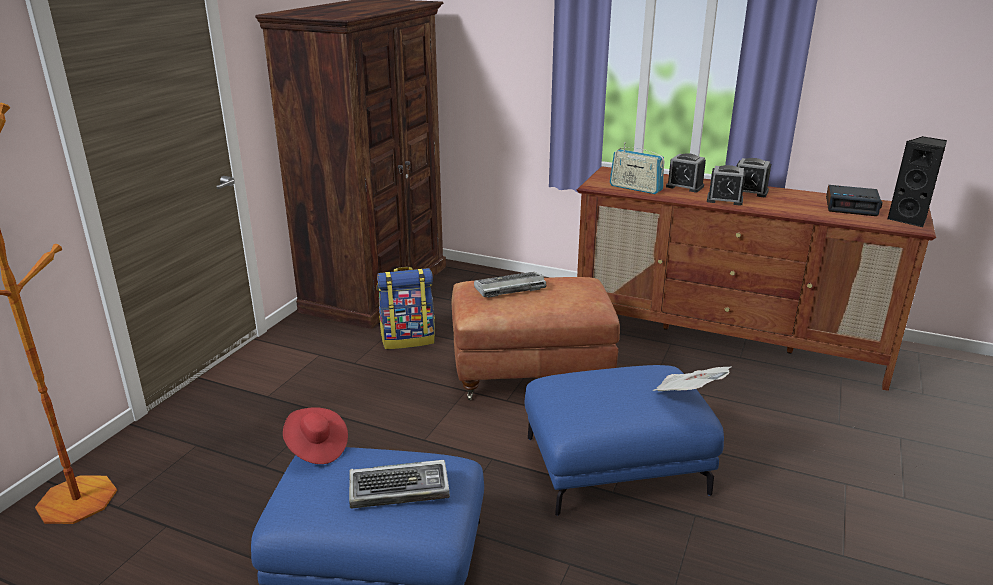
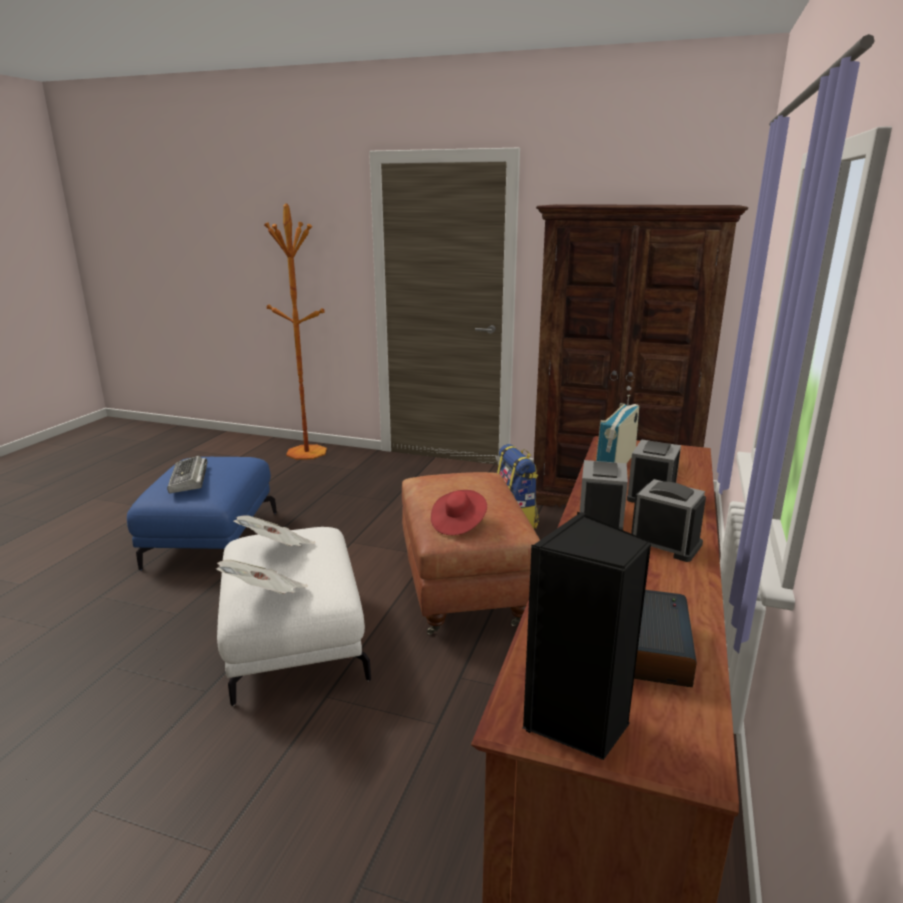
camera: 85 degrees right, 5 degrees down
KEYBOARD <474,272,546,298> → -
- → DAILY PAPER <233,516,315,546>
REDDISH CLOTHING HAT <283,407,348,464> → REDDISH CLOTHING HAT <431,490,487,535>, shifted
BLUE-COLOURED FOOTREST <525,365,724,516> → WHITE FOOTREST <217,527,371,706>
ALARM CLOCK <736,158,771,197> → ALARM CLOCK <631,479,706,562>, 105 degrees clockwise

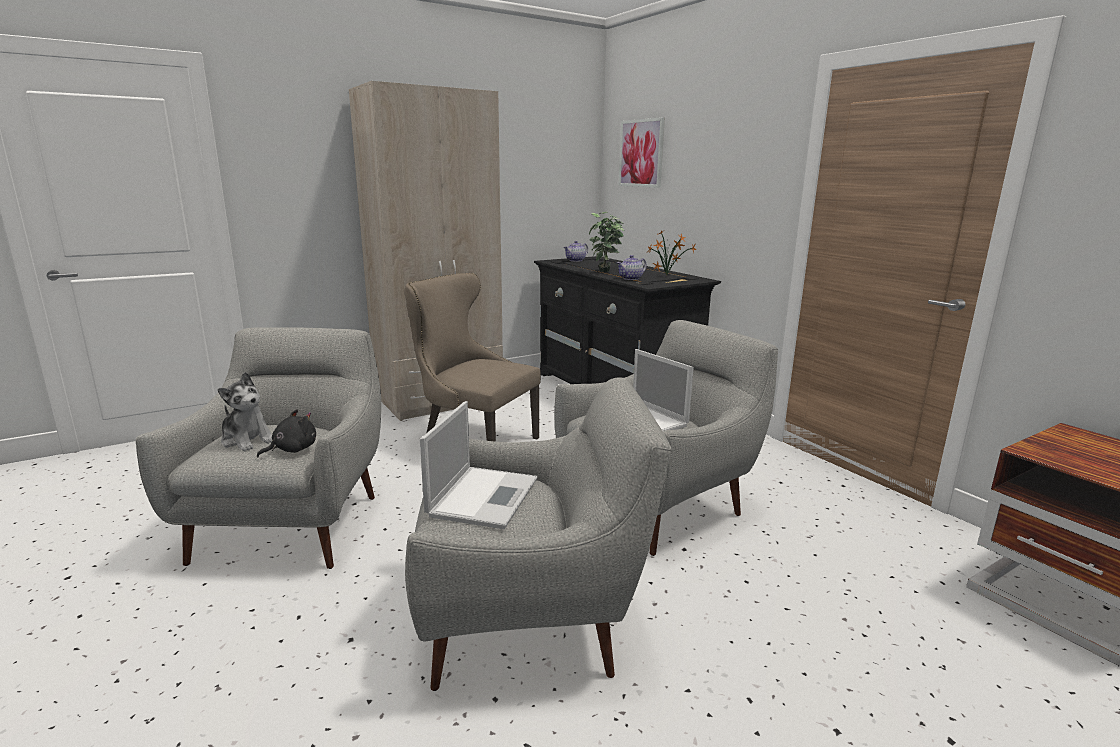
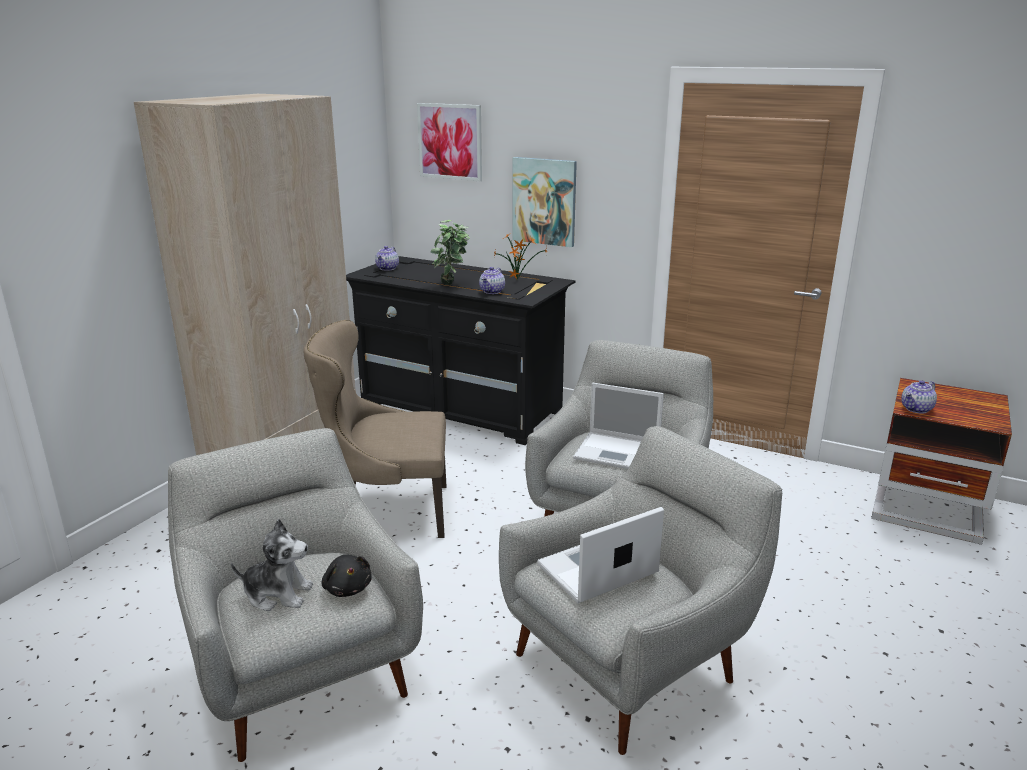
camera: 30 degrees left, 5 degrees up
- → PICTURE <513,157,577,247>
- → POT FOR TEA <901,380,937,413>
BLACK-COLOURED SOFT TOY <257,409,316,457> → BLACK-COLOURED SOFT TOY <322,555,372,597>, 135 degrees clockwise
PORTABLE COMPUTER <420,401,537,529> → PORTABLE COMPUTER <537,507,664,603>, 105 degrees counterclockwise

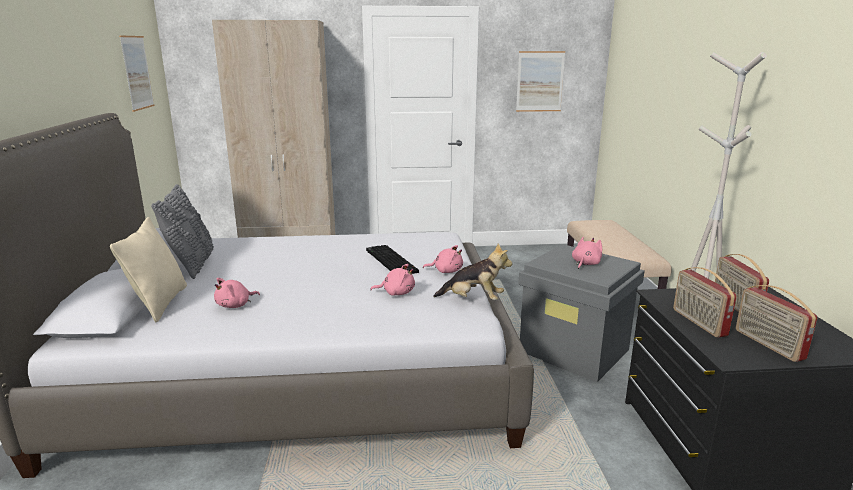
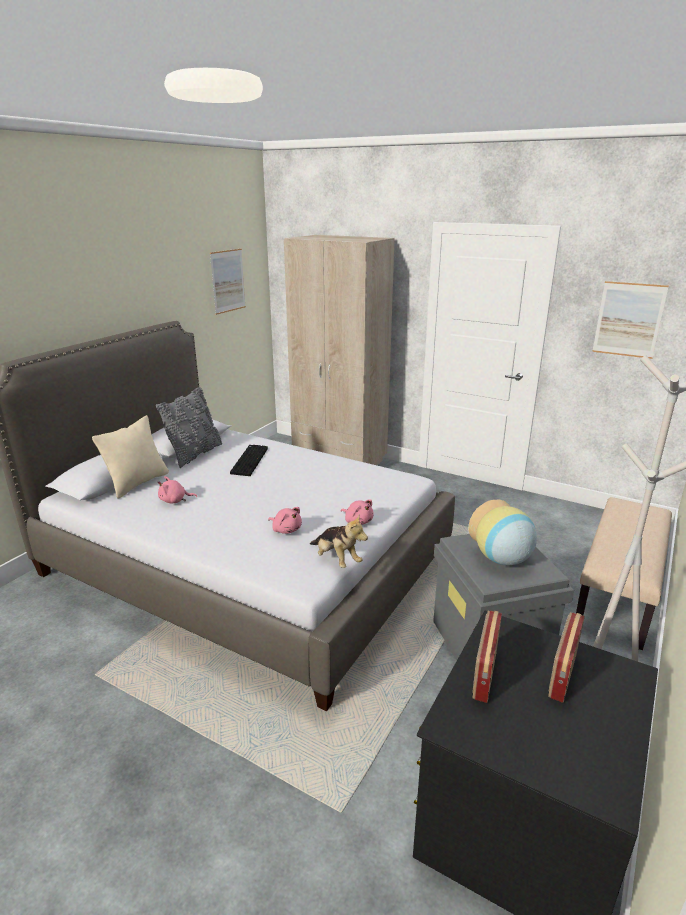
camera: 35 degrees right, 5 degrees up
RADIO SET <736,285,817,362> → -
KEYBOARD <366,245,419,274> → KEYBOARD <230,445,268,476>, shifted
PINKISH SOFT TOY <572,237,602,269> → FLOWER VASE <468,500,537,565>

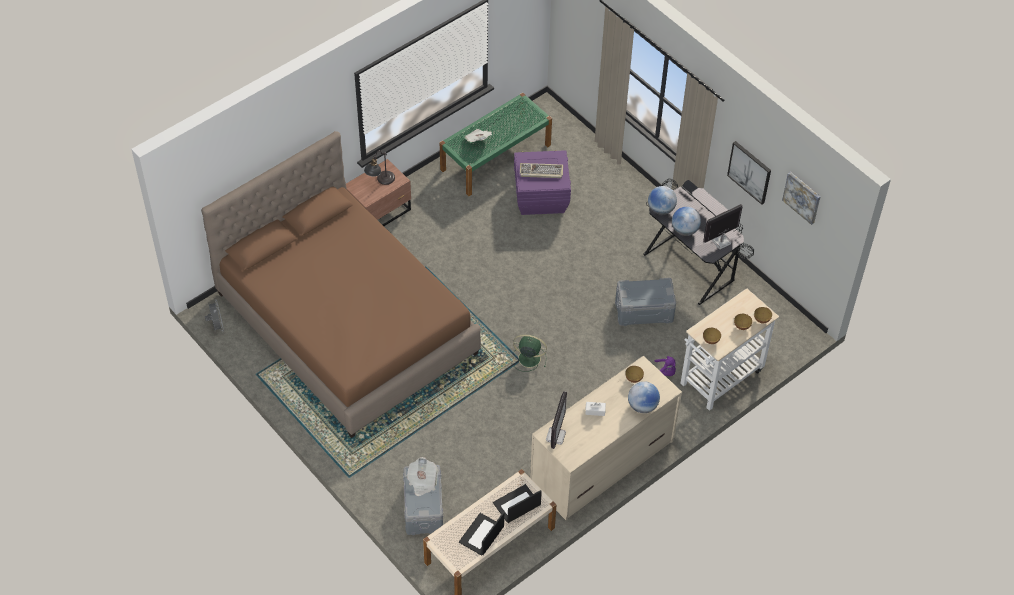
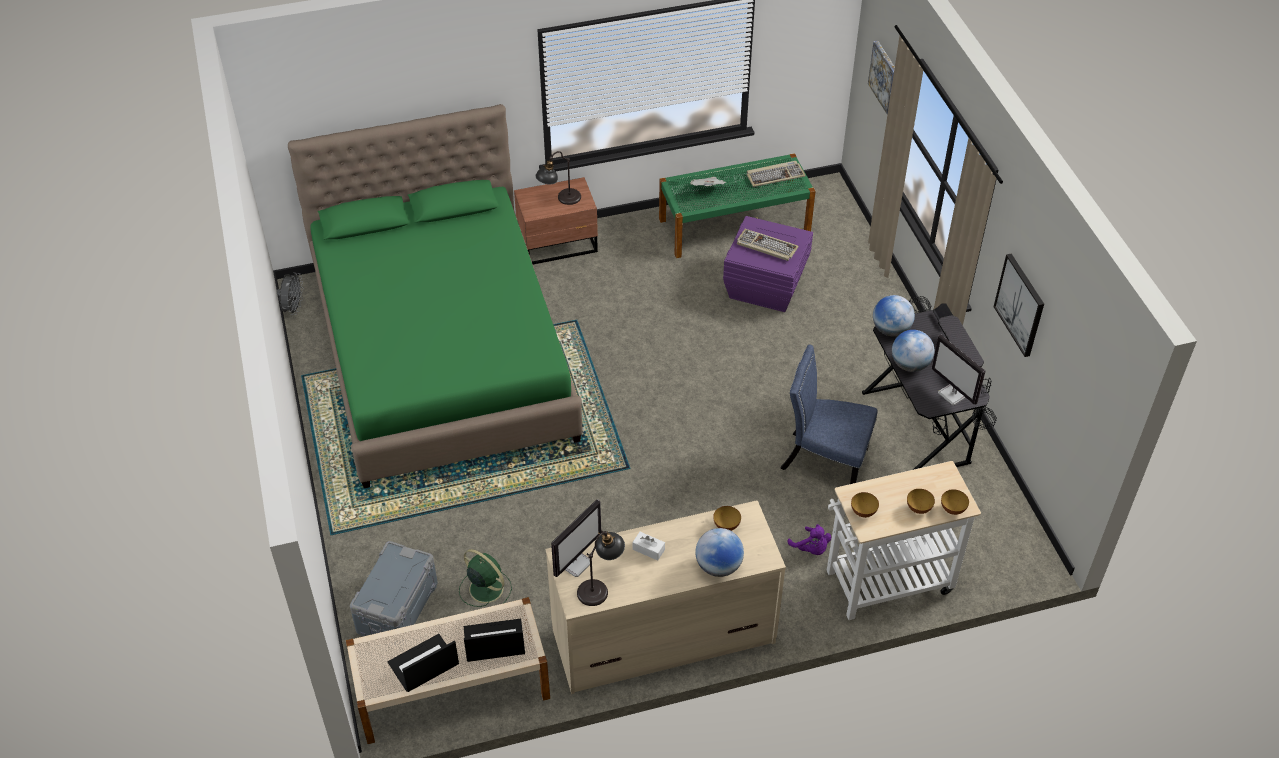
camera: 25 degrees right, 5 degrees down
DAILY PAPER <406,457,438,496> → -
- → GREYISH LAMP FOR A TABLE <577,530,625,606>
- → KEYBOARD <747,161,806,187>
GREENISH COOLING FAN <513,334,547,372> → GREENISH COOLING FAN <459,549,512,607>, shifted
PICTURE <782,172,821,225> → PICTURE <868,41,895,114>, shifted
GREYISH STORAGE BOX <615,278,676,326> → BLUE-COLOURED UPRIGHT CHAIR <780,345,878,484>
BROWN BED <201,131,481,438> → GREENISH BED <288,104,582,488>
MONITOR <703,204,743,249> → MONITOR <931,335,985,405>, 120 degrees counterclockwise

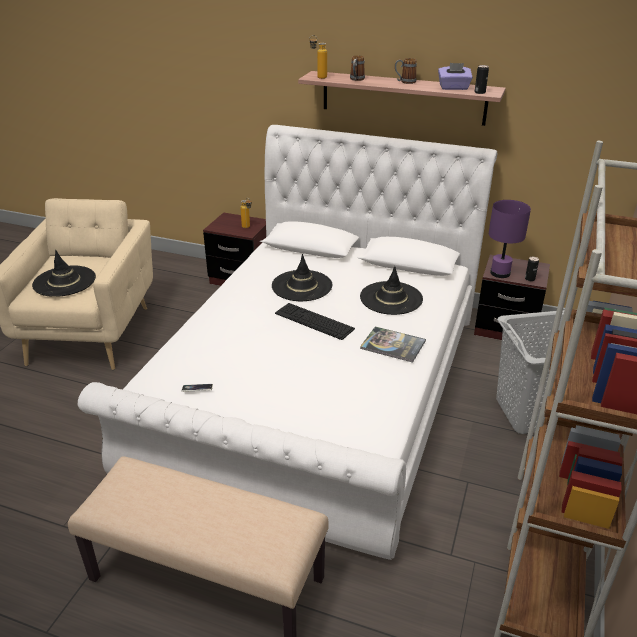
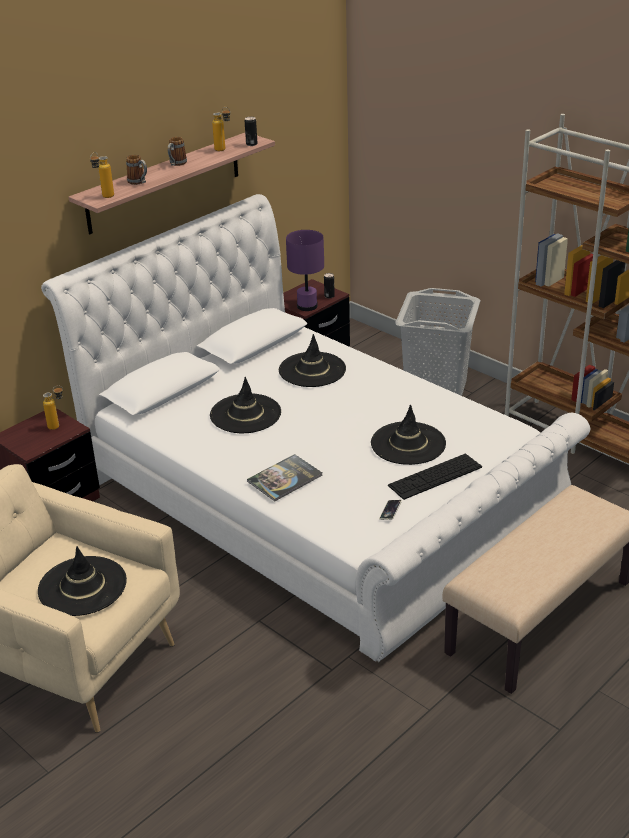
camera: 65 degrees left, 0 degrees up
- → BLACK-COLOURED CLOTHING HAT <371,404,446,465>
KEYBOARD <275,303,355,340> → KEYBOARD <388,454,482,500>, shifted
VOLUME <360,326,426,363> → VOLUME <247,454,323,501>, shifted
PURPLE-COLOURED BOX OF TISSUES <438,63,473,90> → BOTTLE <212,107,230,151>

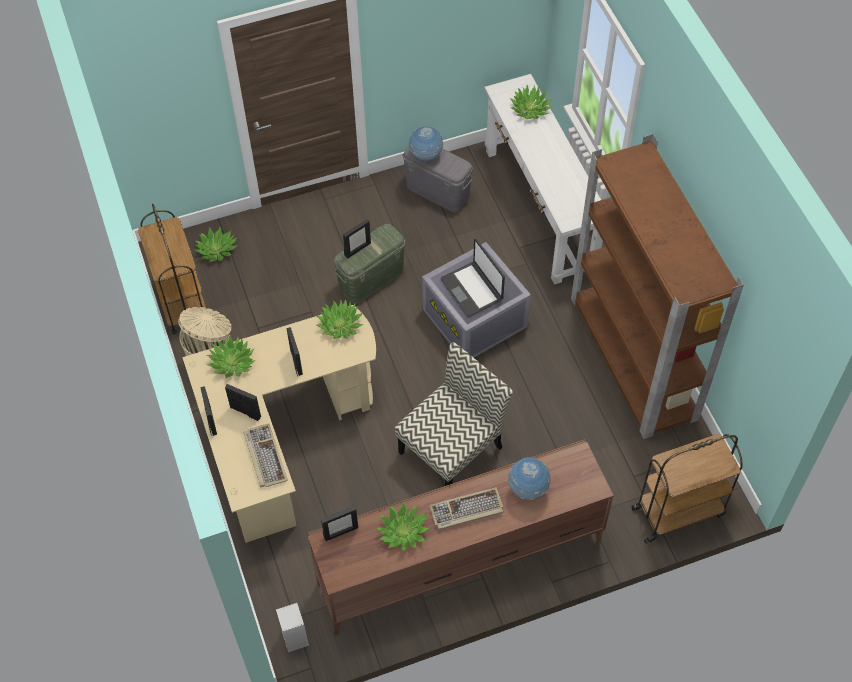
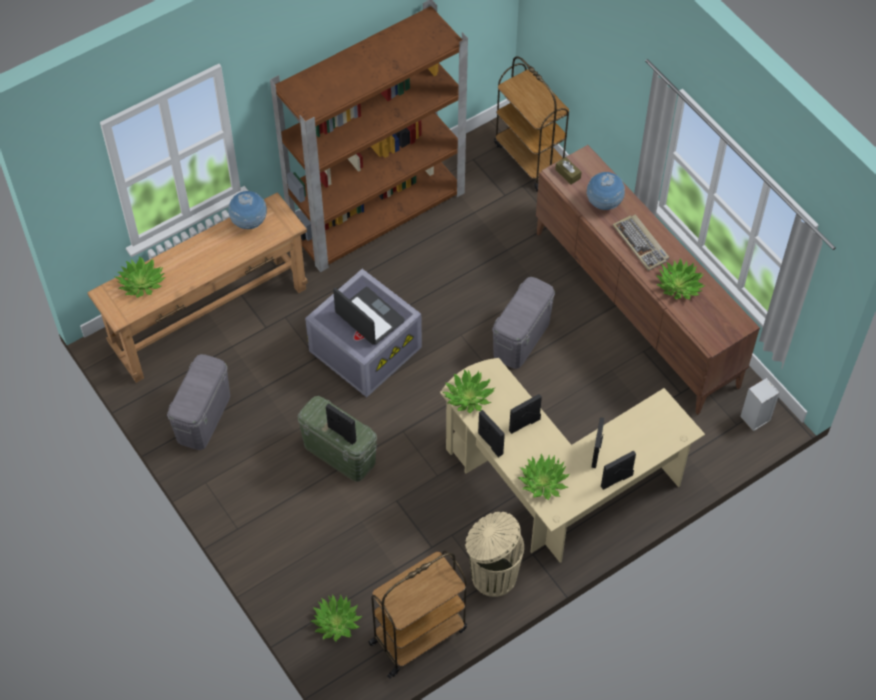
camera: 105 degrees left, 0 degrees up
KEYBOARD <243,424,288,487> → -
- → BROWN BOX OF TISSUES <555,157,582,185>
STANDING FRAME <321,506,358,541> → STANDING FRAME <478,410,505,458>, shifted
WORLD GLOBE <409,126,444,161> → WORLD GLOBE <229,191,267,229>, shifted
UPRIGHT CHAIR <395,342,513,486> → GREYISH STORAGE BOX <492,277,555,369>
WHITE HALL TABLE <484,74,603,285> → BROWN HALL TABLE <87,192,308,383>
PORTABLE COMPUTER <440,239,505,317> → PORTABLE COMPUTER <333,287,405,345>, 90 degrees counterclockwise

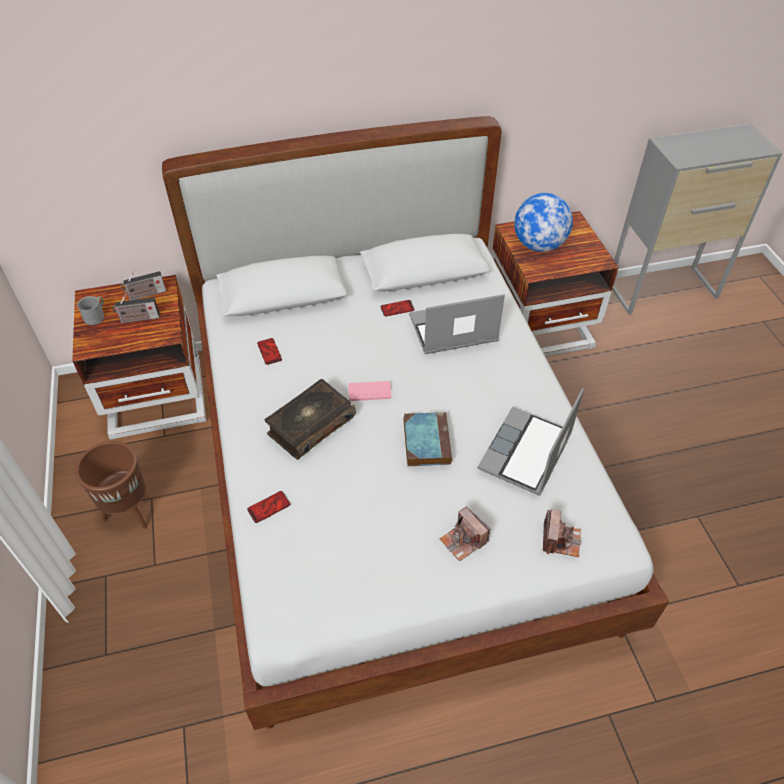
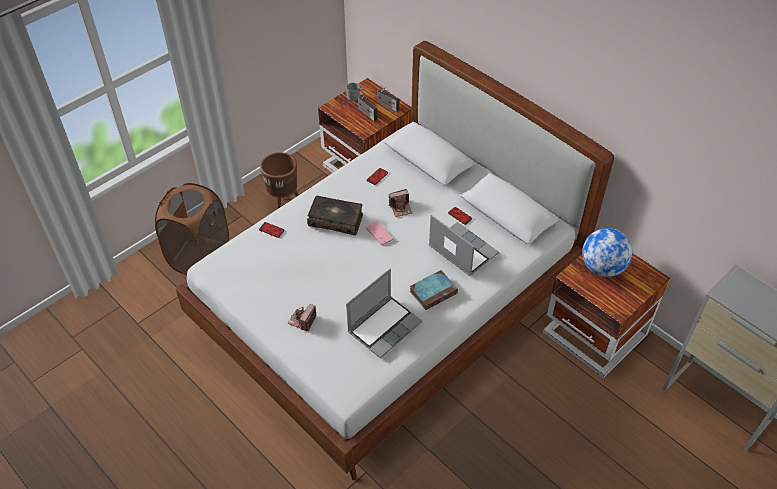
camera: 60 degrees right, 0 degrees up
- → BROWN HAMPER <155,183,229,275>
VOLUME <403,412,452,466> → VOLUME <410,270,458,310>, shifted
PHOTO CAMERA <543,509,581,557> → PHOTO CAMERA <389,189,412,217>, shifted
PORTABLE COMPUTER <477,388,584,496> → PORTABLE COMPUTER <346,268,422,359>, 135 degrees clockwise

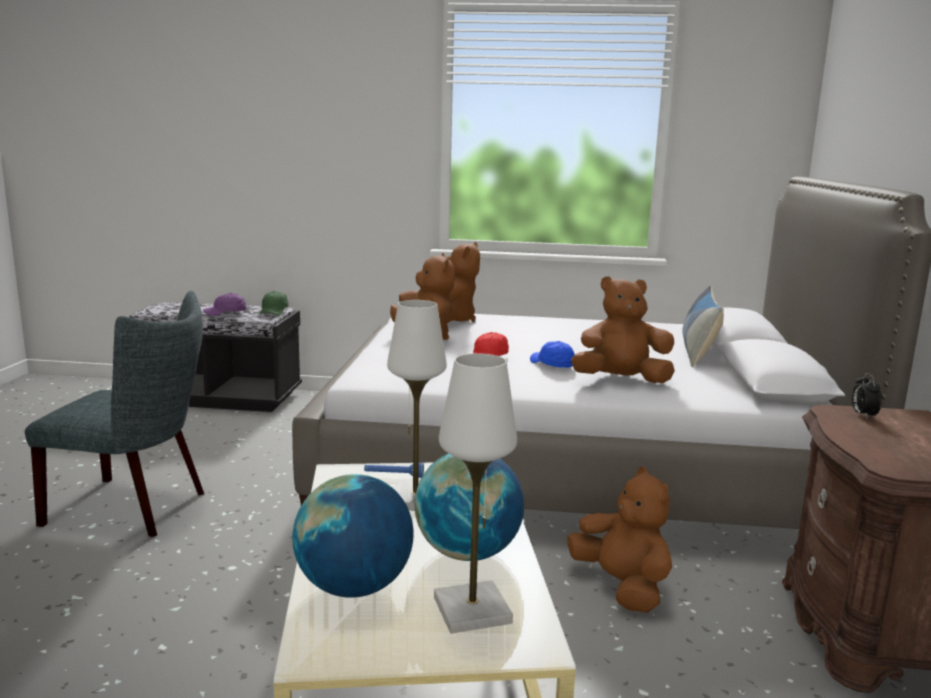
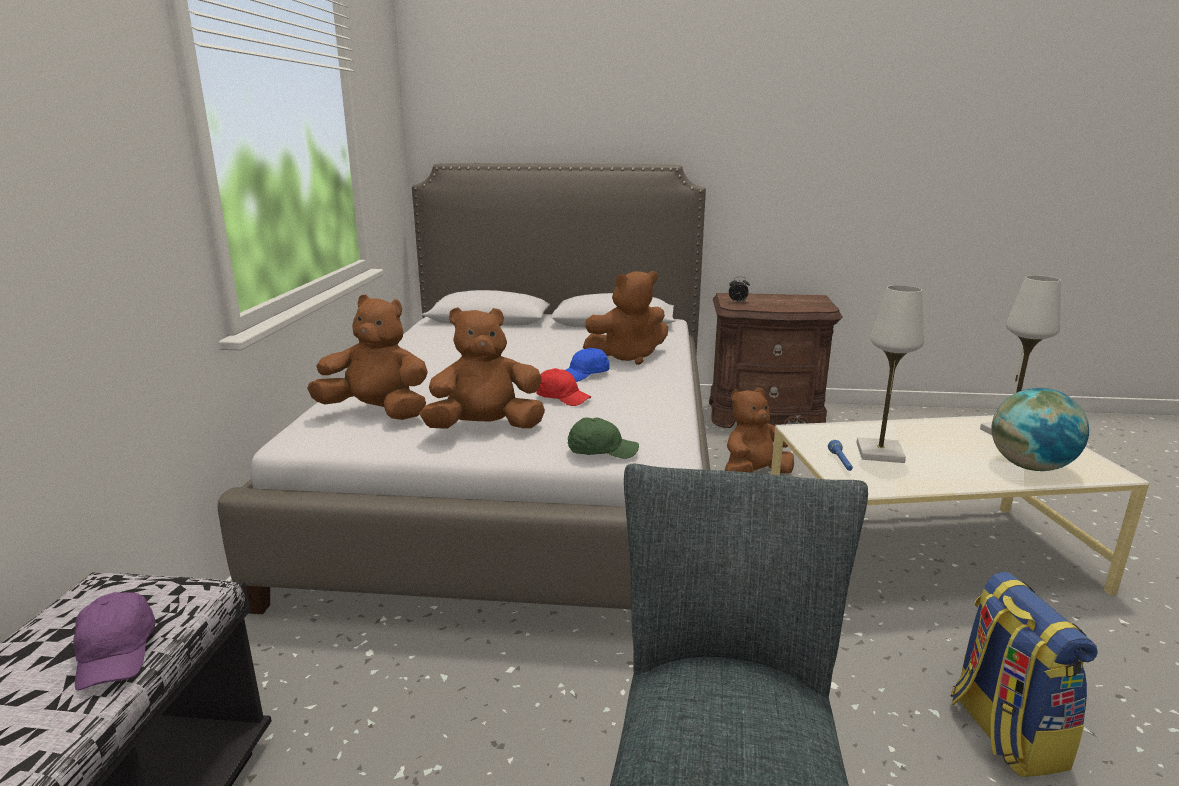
camera: 90 degrees left, 5 degrees up
WORLD GLOBE <415,453,524,561> → -
CUSHION <683,286,724,367> → -
- → BACKPACK <951,572,1098,777>
GREENISH CAP <260,291,288,315> → GREENISH CAP <568,417,639,459>, shifted
BROWN SOFT TOY <571,276,675,383> → BROWN SOFT TOY <583,271,668,365>, 105 degrees counterclockwise

